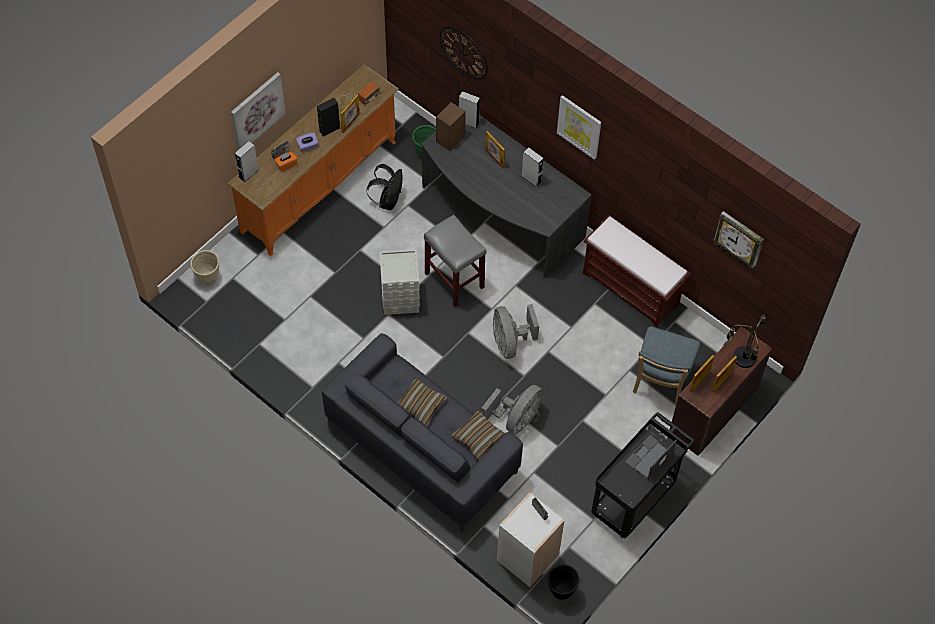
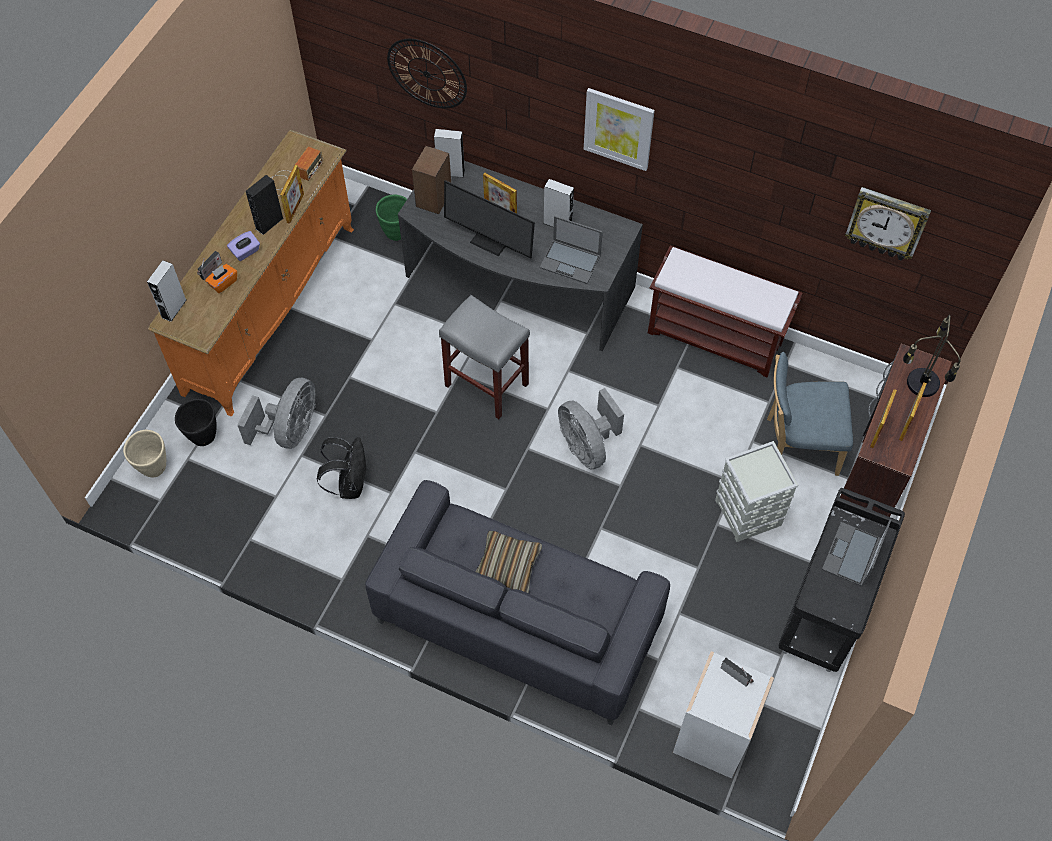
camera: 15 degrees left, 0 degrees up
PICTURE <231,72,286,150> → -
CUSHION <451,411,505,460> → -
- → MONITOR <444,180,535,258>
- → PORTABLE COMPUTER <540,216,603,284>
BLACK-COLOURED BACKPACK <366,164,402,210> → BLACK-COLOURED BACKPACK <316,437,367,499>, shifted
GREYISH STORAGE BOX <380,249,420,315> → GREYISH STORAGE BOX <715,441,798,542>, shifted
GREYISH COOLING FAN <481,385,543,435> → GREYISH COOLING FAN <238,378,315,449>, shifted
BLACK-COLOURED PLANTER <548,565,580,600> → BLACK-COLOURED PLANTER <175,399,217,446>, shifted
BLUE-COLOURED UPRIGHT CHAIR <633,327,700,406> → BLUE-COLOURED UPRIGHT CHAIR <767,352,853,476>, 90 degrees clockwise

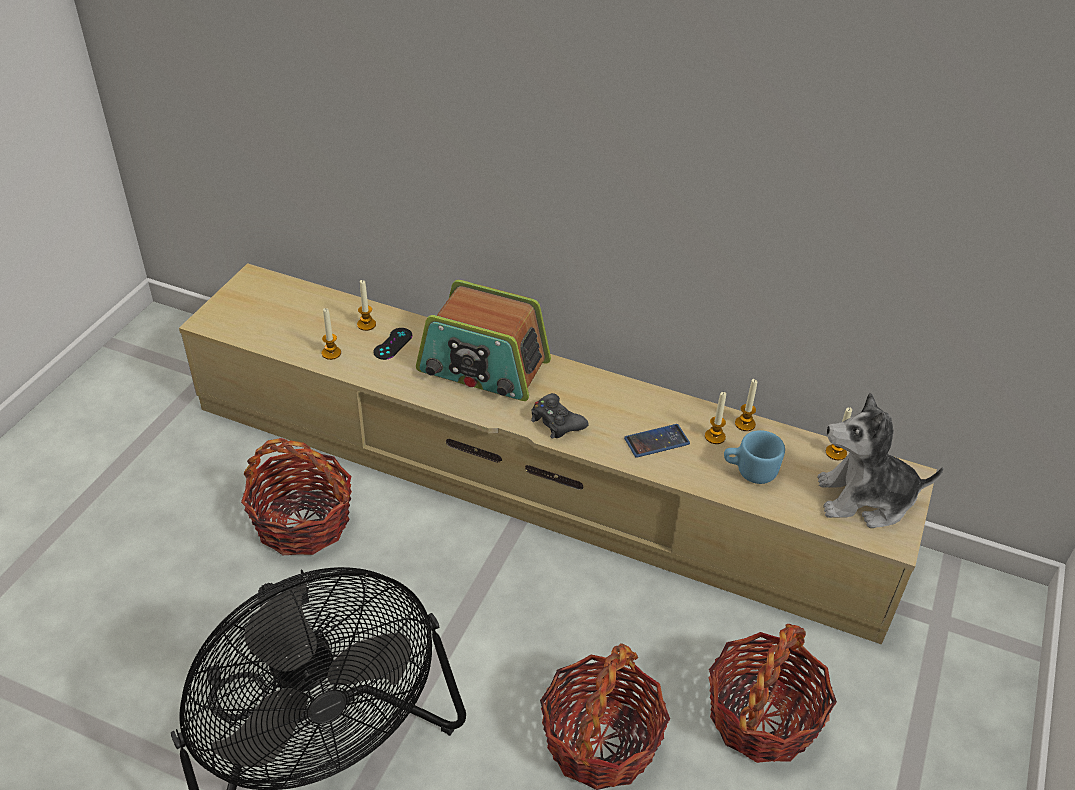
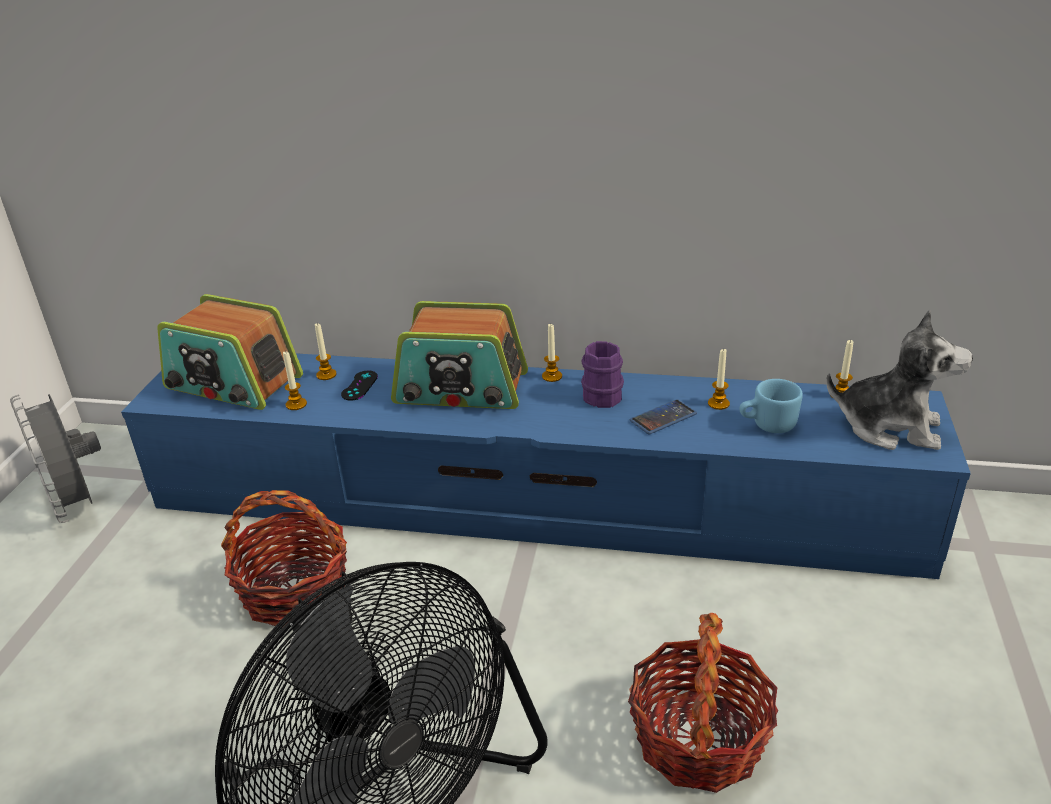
camera: 10 degrees left, 10 degrees down
BLACK-COLOURED JOYPAD <531,393,589,439> → -
HOUSEHOLD BASKET <708,624,837,763> → -
- → GREYISH COOLING FAN <10,394,101,523>
- → RADIO SET <157,294,303,410>
- → PURPLE-COLOURED COFFEE MUG <581,341,624,408>
WAX LIGHT <735,379,757,431> → WAX LIGHT <542,324,562,382>, shifted
BEIGE-COLOURED MEDIA CONSOLE <179,263,937,645> → BLUE-COLOURED MEDIA CONSOLE <121,353,971,579>
SOFT TOY <817,393,944,528> → SOFT TOY <826,310,973,450>, 150 degrees counterclockwise

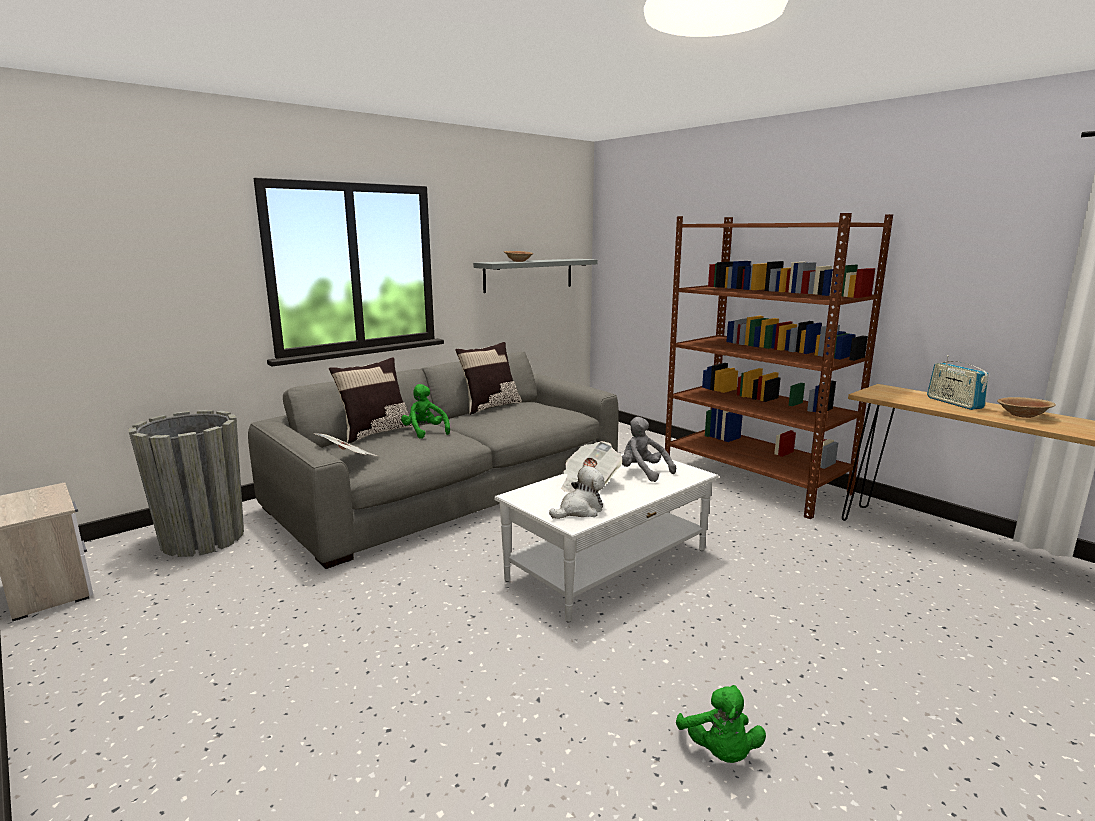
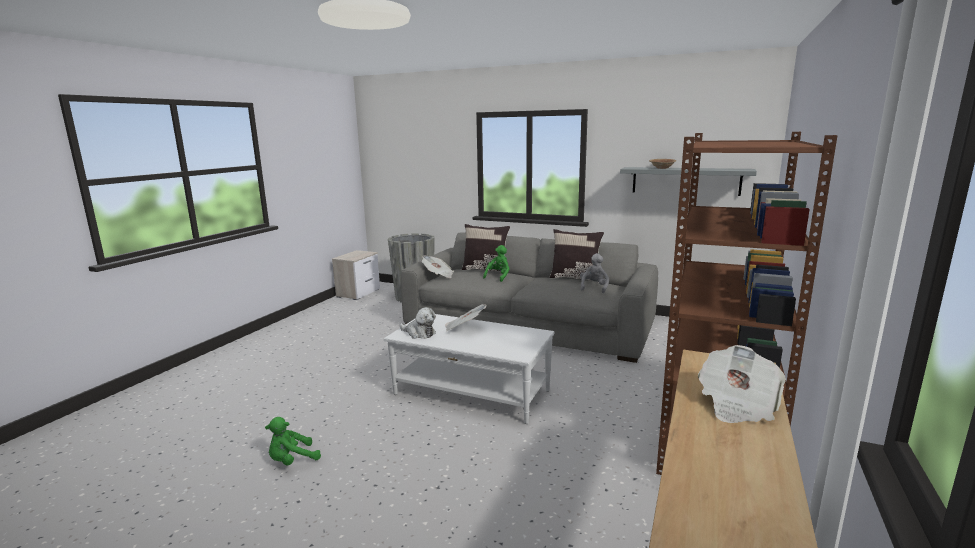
camera: 65 degrees right, 0 degrees up
BROWN BOWL <997,397,1056,418> → -
GREYISH SOFT TOY <622,417,676,482> → GREYISH SOFT TOY <580,253,609,293>, shifted
RADIO SET <927,355,989,410> → DAILY PAPER <698,345,786,423>

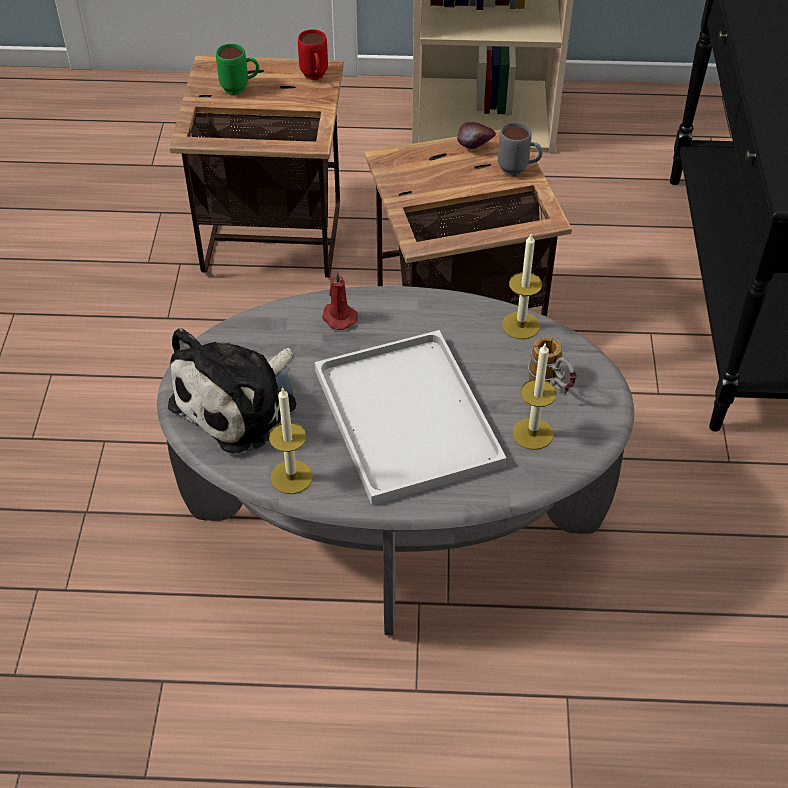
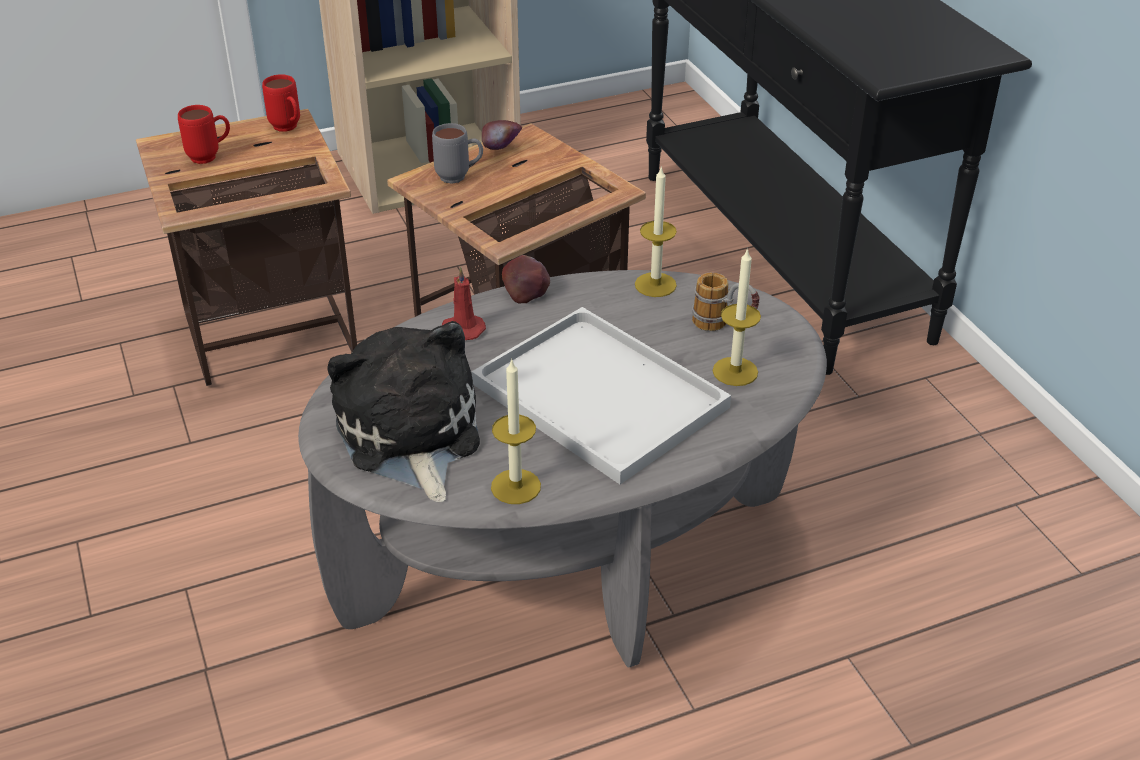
camera: 25 degrees left, 10 degrees down
- → APPLE <502,255,550,304>
GREYISH COFFEE MUG <498,122,542,176> → GREYISH COFFEE MUG <432,123,483,184>, shifted
GREENISH COFFEE MUG <216,44,259,95> → REDDISH COFFEE MUG <178,105,230,164>
SOFT TOY <168,328,297,454> → SOFT TOY <327,321,480,502>, 150 degrees clockwise

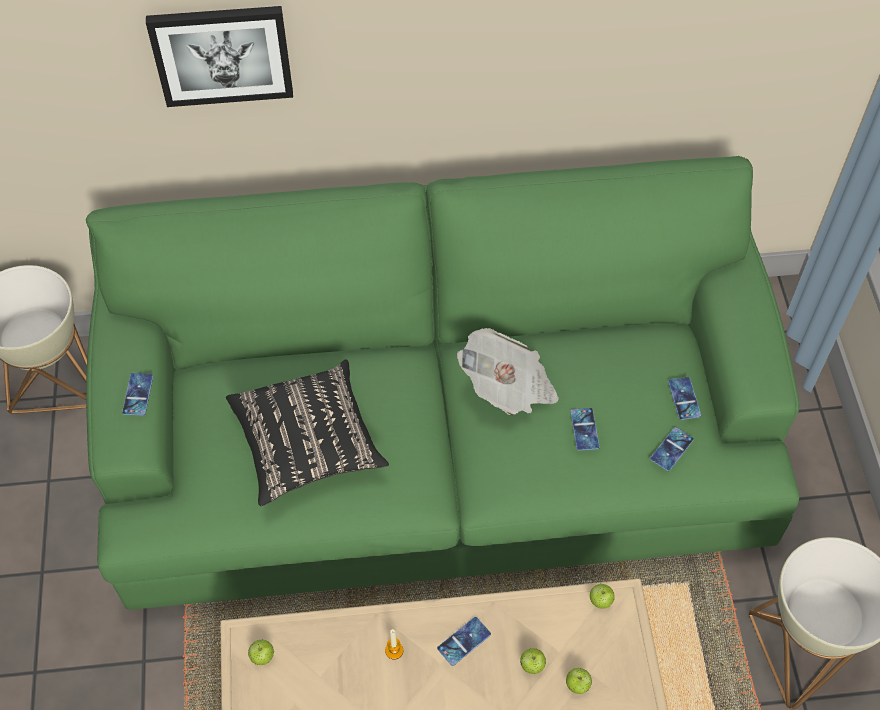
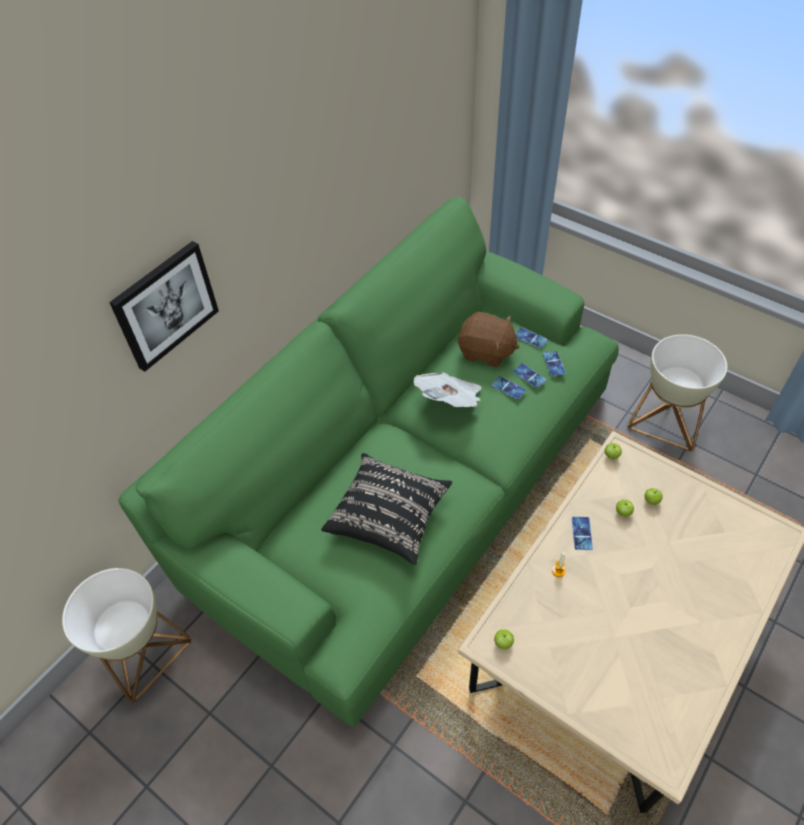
camera: 45 degrees left, 5 degrees down
- → BROWN SOFT TOY <458,312,519,368>
PHONE <122,373,153,415> → PHONE <513,363,546,388>, shifted

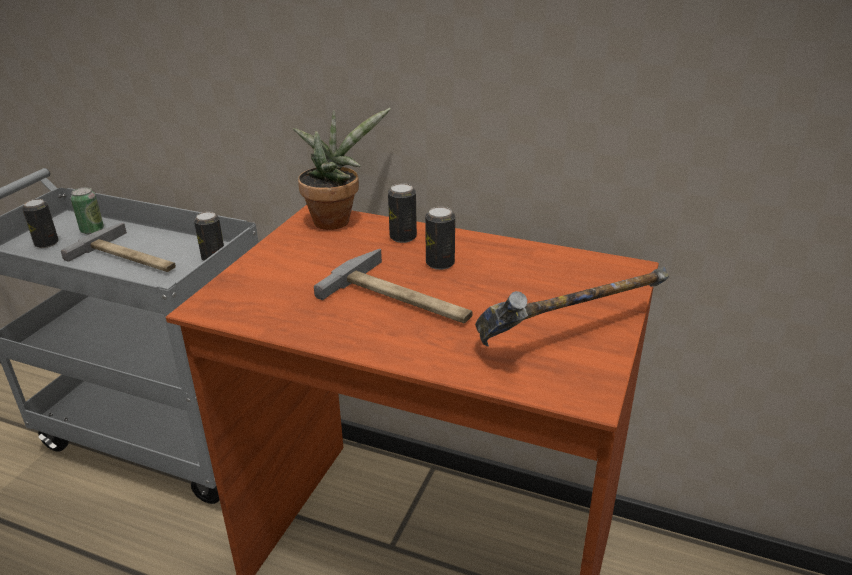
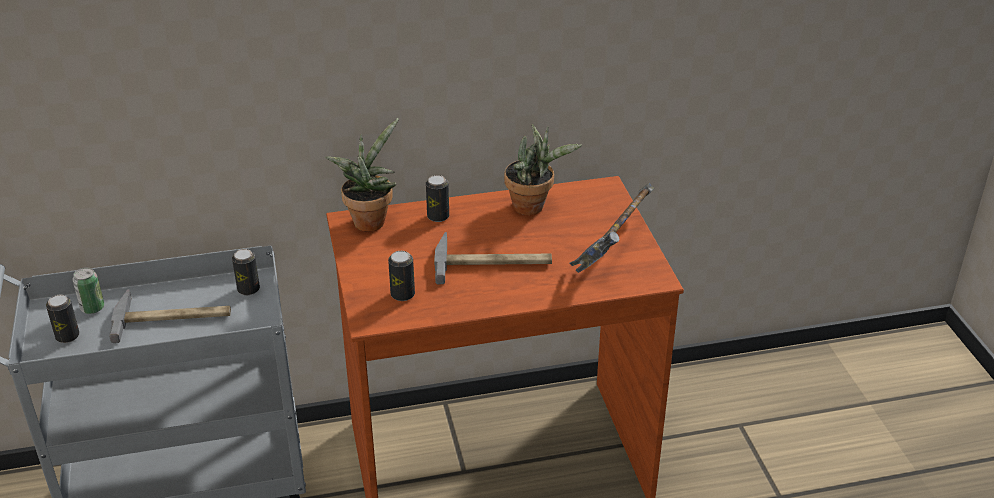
camera: 35 degrees left, 5 degrees up
- → PLANT IN A POT <504,124,582,215>
METAL CAN <425,207,455,270> → METAL CAN <388,251,415,301>, shifted

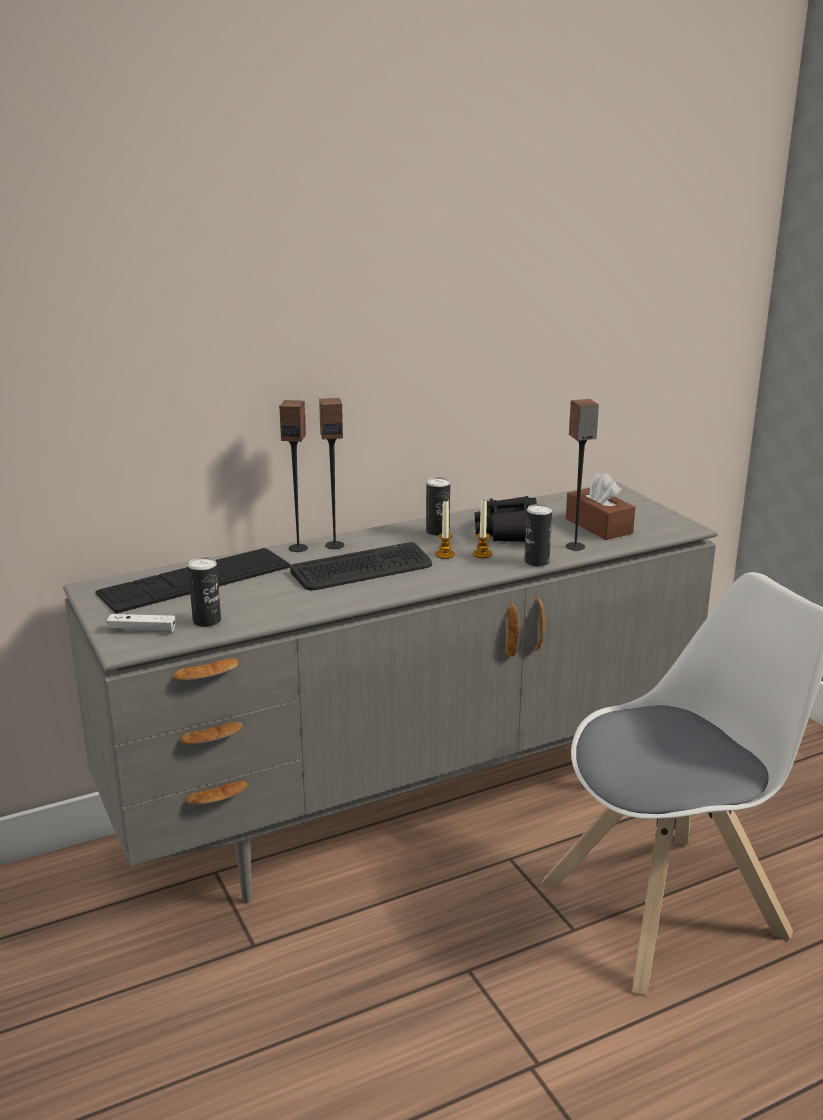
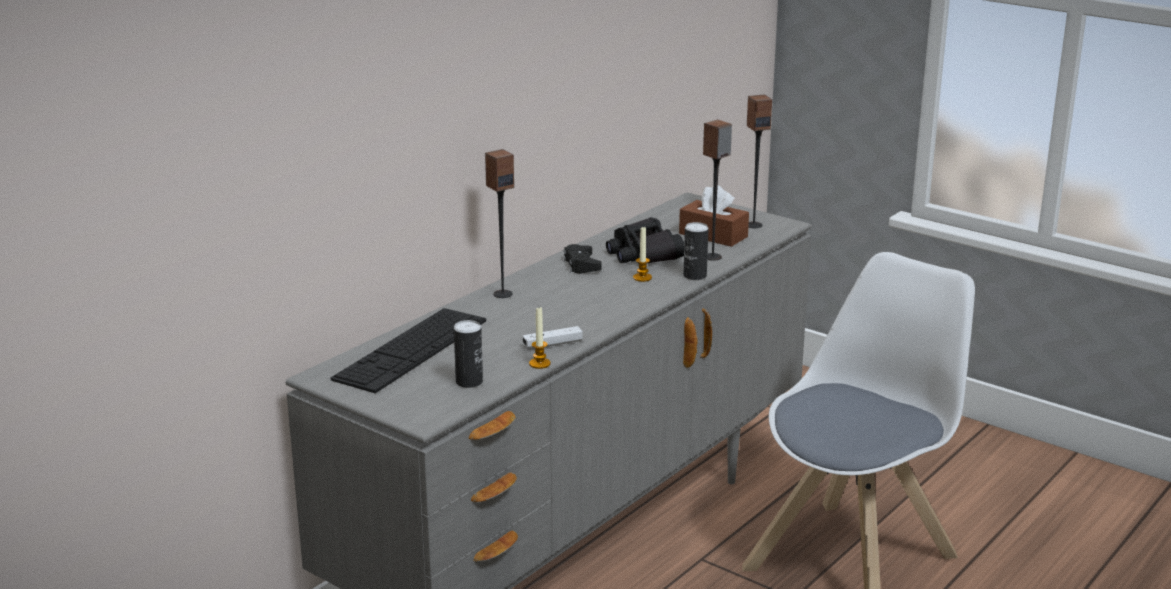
camera: 25 degrees left, 0 degrees up
KEYBOARD <290,542,432,590> → -
WHITE JOYPAD <107,614,175,632> → WHITE JOYPAD <523,326,583,347>, shifted
LOUDSPEAKER <279,400,308,552> → LOUDSPEAKER <747,95,772,228>, shifted
WAX LIGHT <435,501,455,559> → WAX LIGHT <529,308,550,369>, shifted
METAL CAN <426,477,450,536> → BLACK-COLOURED JOYPAD <563,244,602,273>

